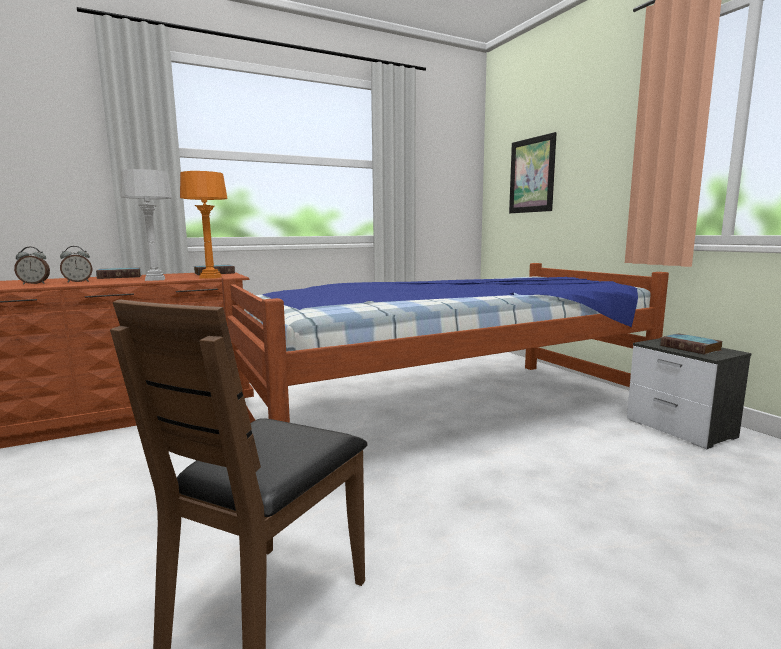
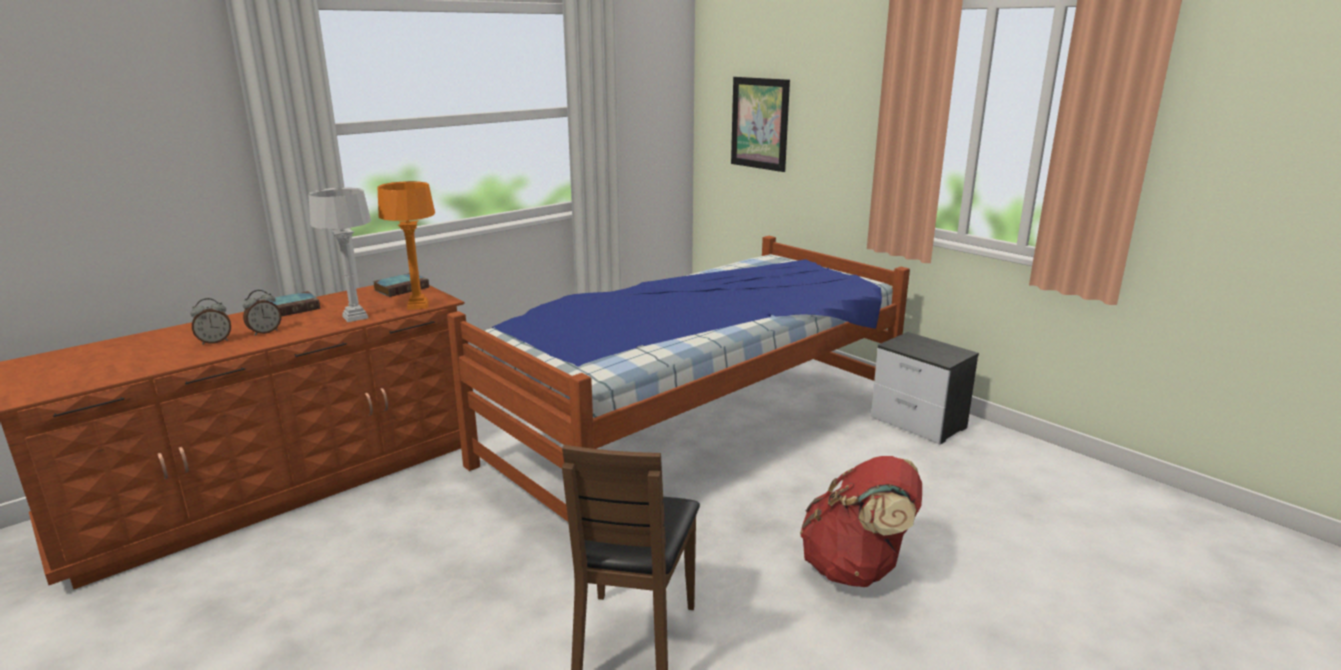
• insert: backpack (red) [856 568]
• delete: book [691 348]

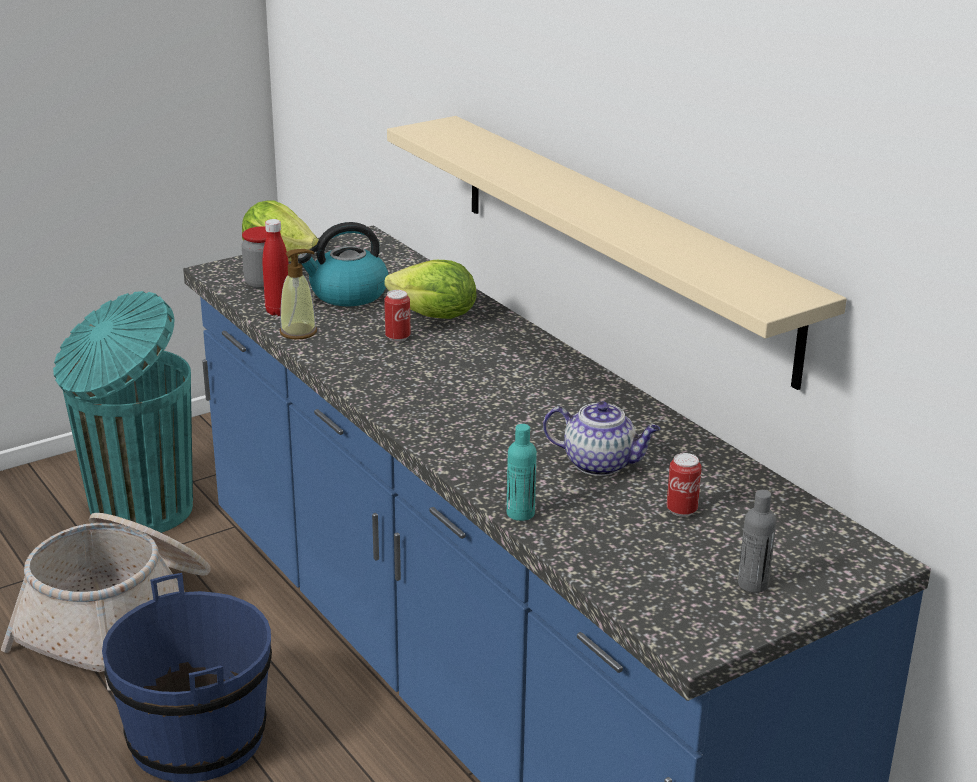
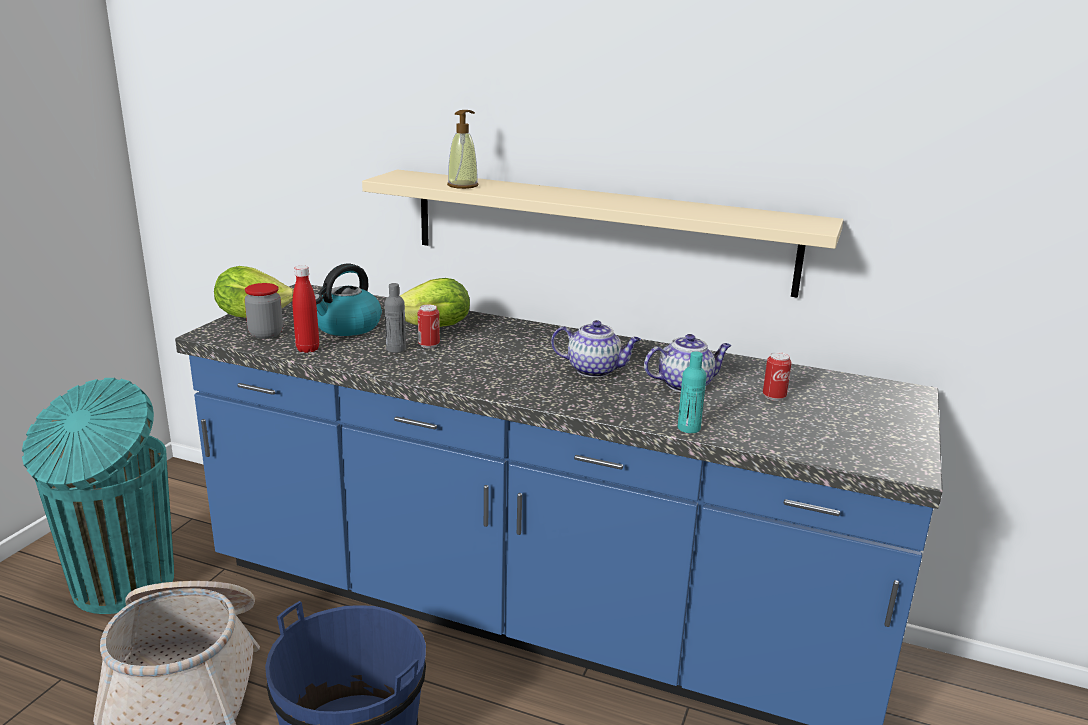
• move: bottle (grey) [753 584] to [396 349]
• move: soap dispenser [299 332] to [463 185]
• insert: teapot [595 370]

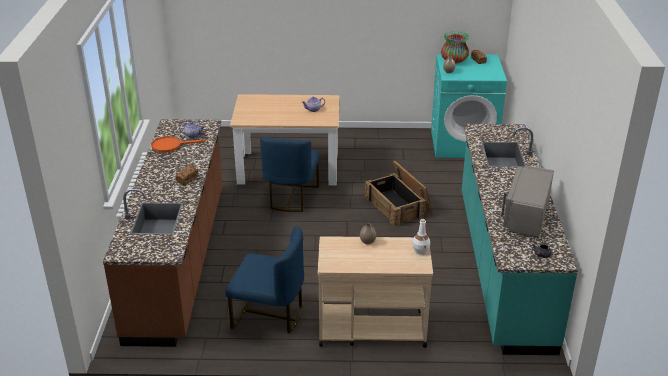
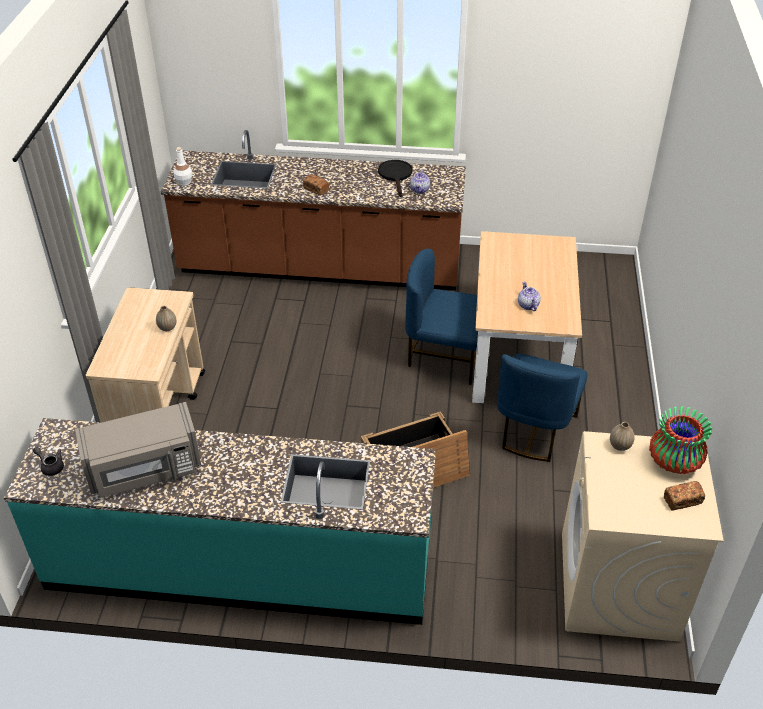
• rotate: microwave (grey) [525 216] = [145 470] 135 degrees clockwise
• move: bottle (white) [420 250] to [184 182]
• recolor: frying pan (orange) [171 146] to frying pan (black) [396 176]
• move: chair (blue) [268 315] to [534 430]
• recolor: washing machine (turquoise) [463 143] to washing machine (beige) [619 586]

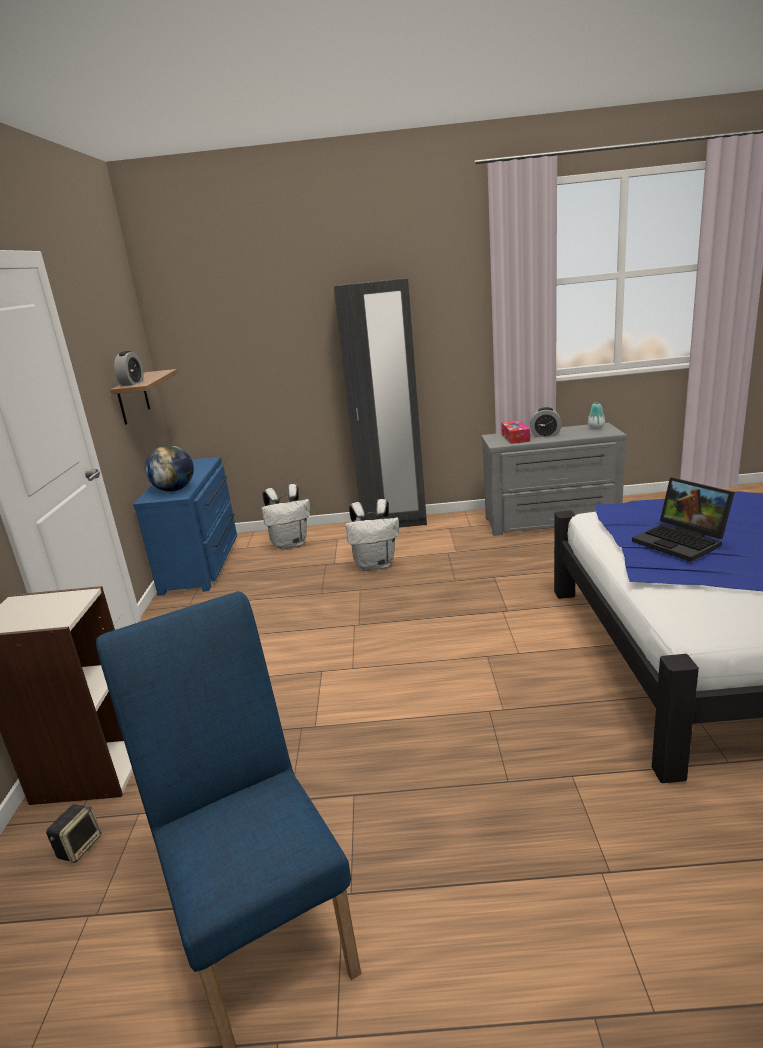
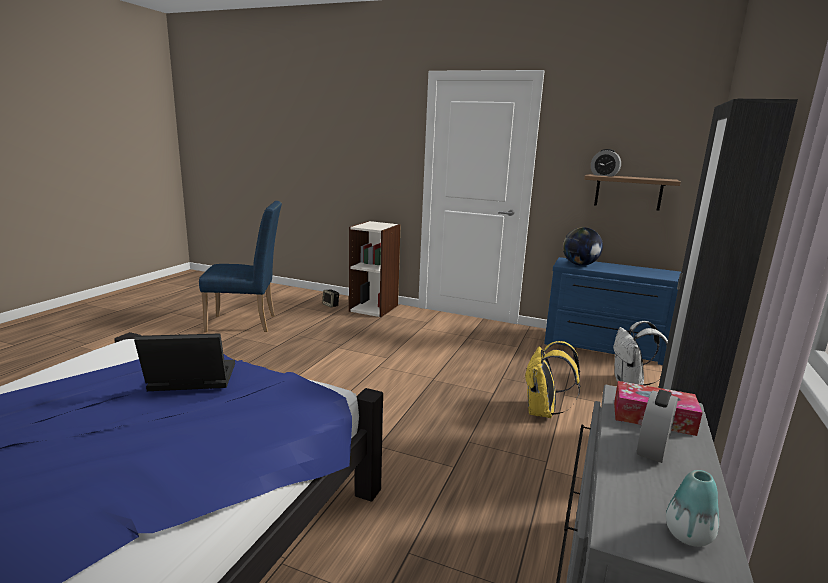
• recolor: backpack (white) [376 565] to backpack (yellow) [543 412]

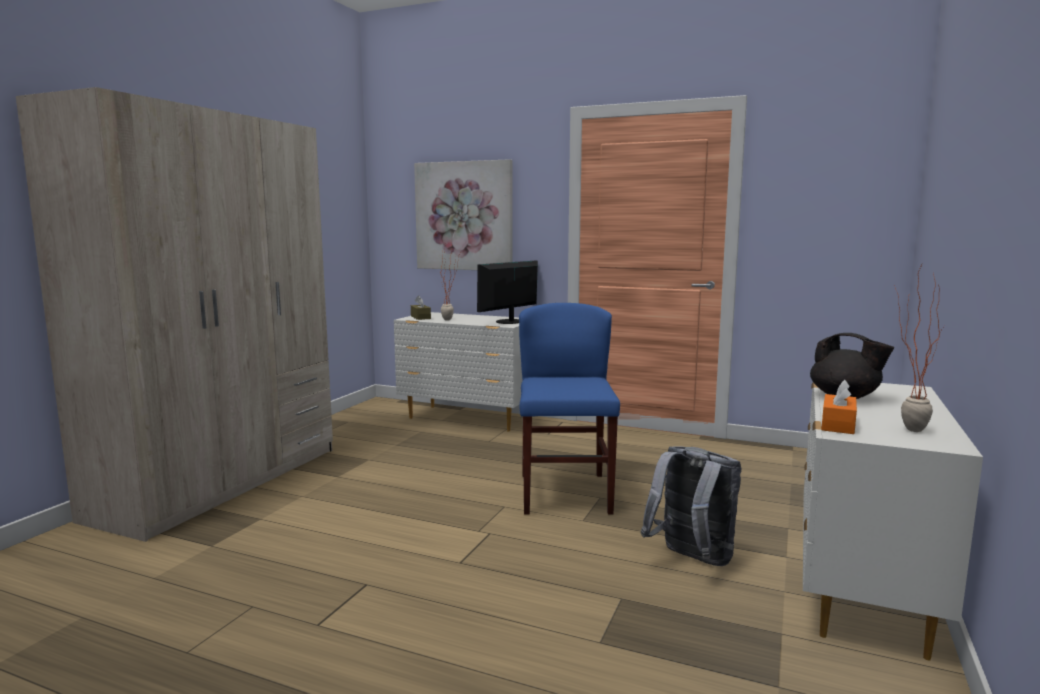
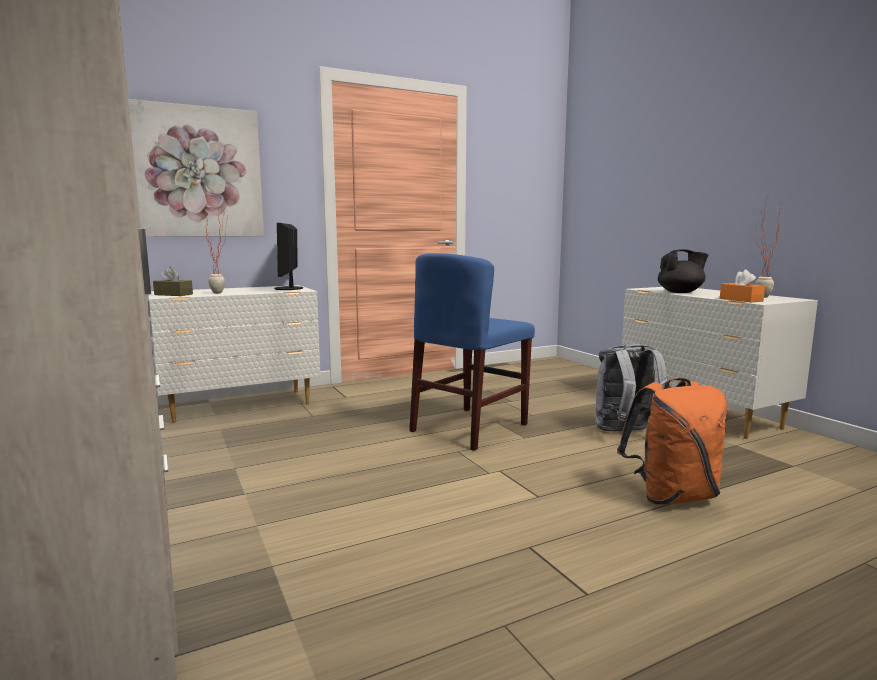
• rotate: chair (blue) [565 493] = [469 427] 90 degrees counterclockwise
• insert: backpack (orange) [671 496]

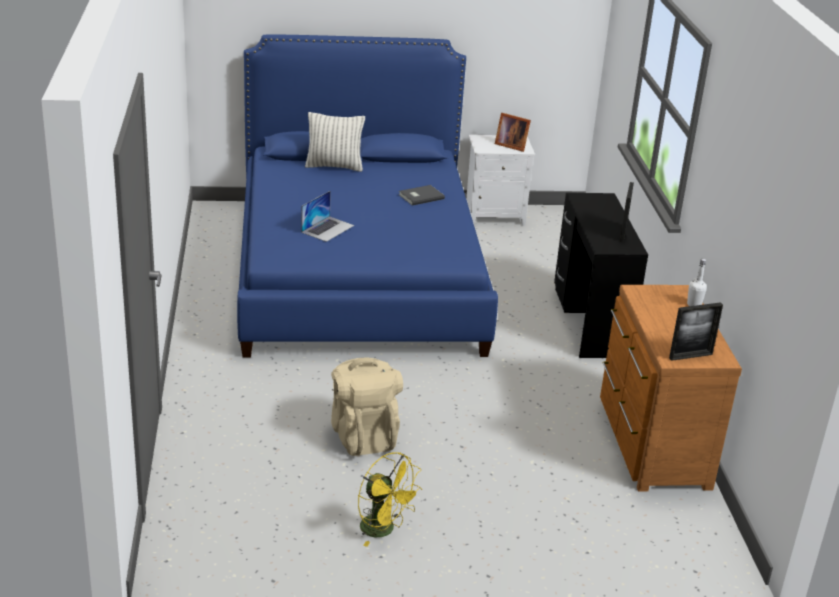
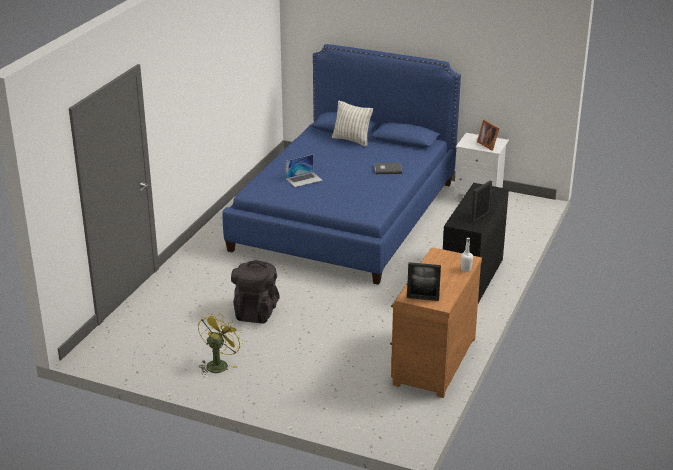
• rotate: fan (yellow) [384 530] = [219 364] 135 degrees counterclockwise
• recolor: backpack (beige) [363 435] to backpack (black) [256 311]

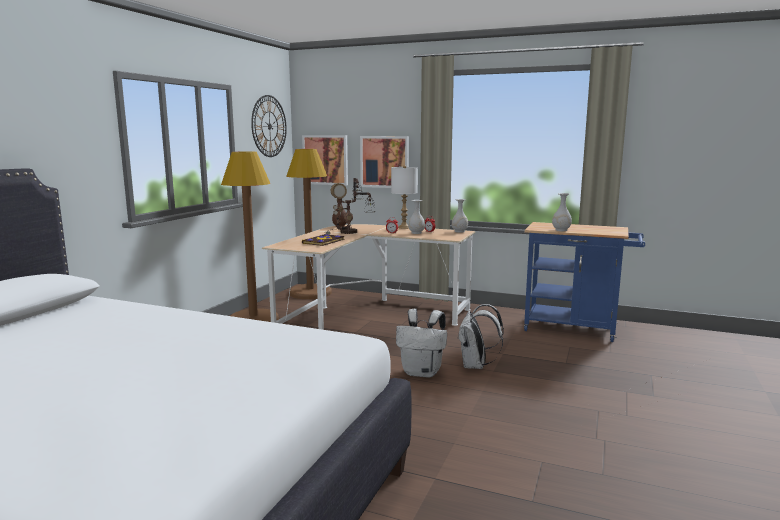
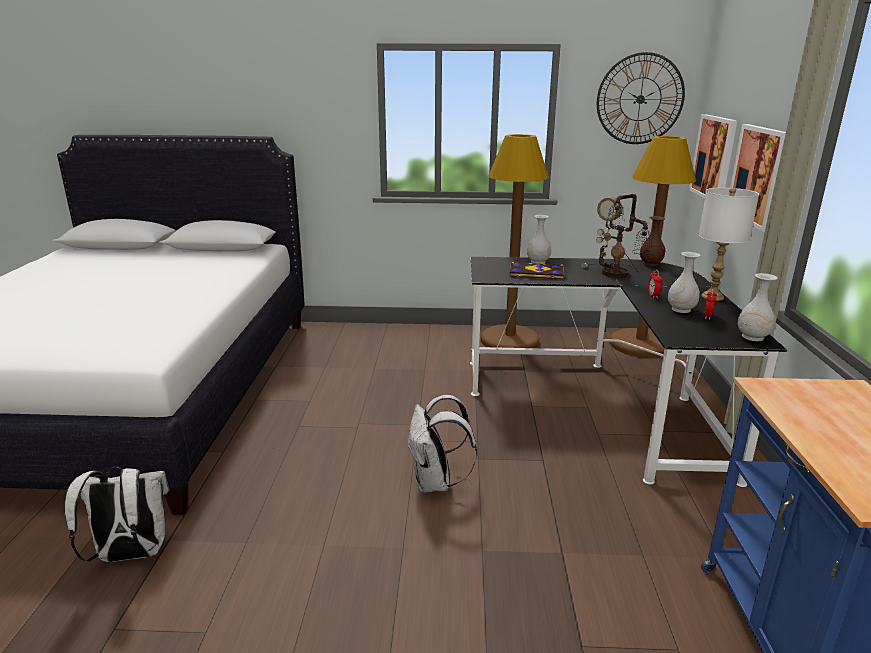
• move: backpack (white) [476 366] to [130 555]
• recolor: desk (beige) [369 315] to desk (black) [604 401]
• move: vase (white) [561 230] to [538 262]

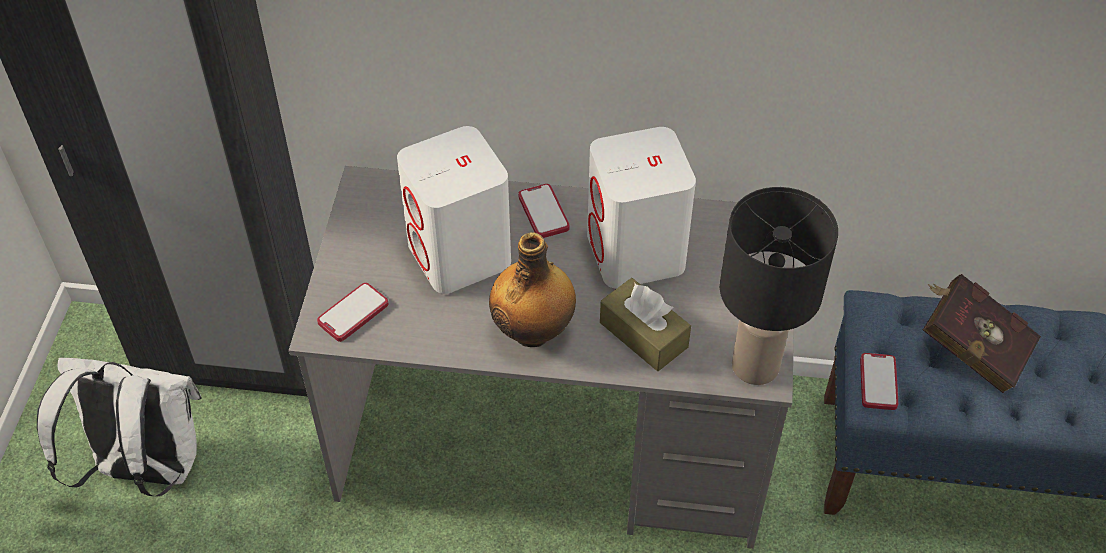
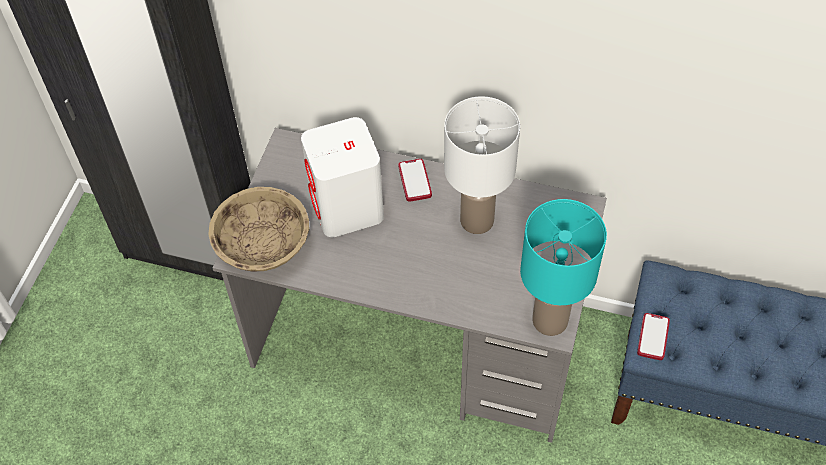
• replace: phone [353 313] to bowl (beige) [262 244]
• replace: speaker (white) [636 253] to table lamp (white) [478 221]
• recolor: table lamp (black) [757 365] to table lamp (turquoise) [551 320]
• delete: backpack (white) [146 469]
• delete: bottle [534 330]
• delete: tissue box (brown) [643 335]
• delete: book (red) [970 347]

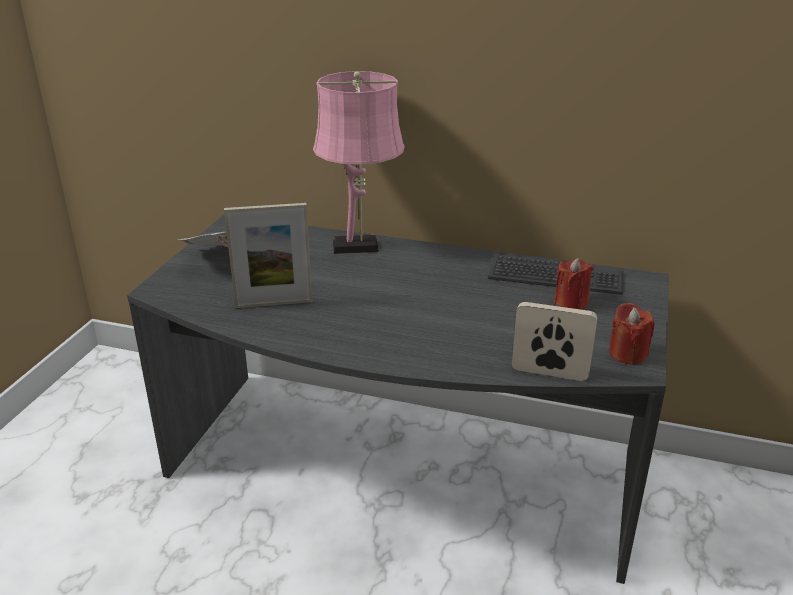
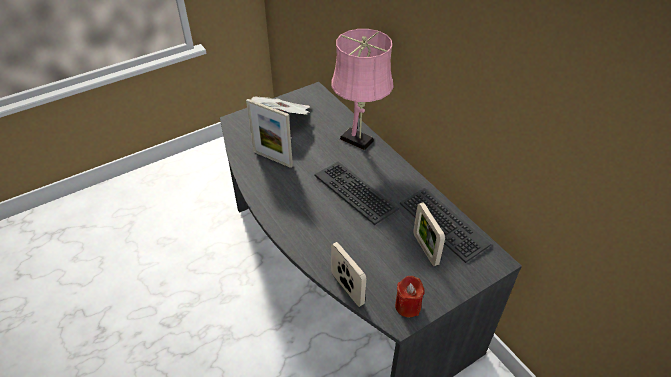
• insert: keyboard [355 192]
• replace: candle (red) [571 302] to picture frame [425 249]

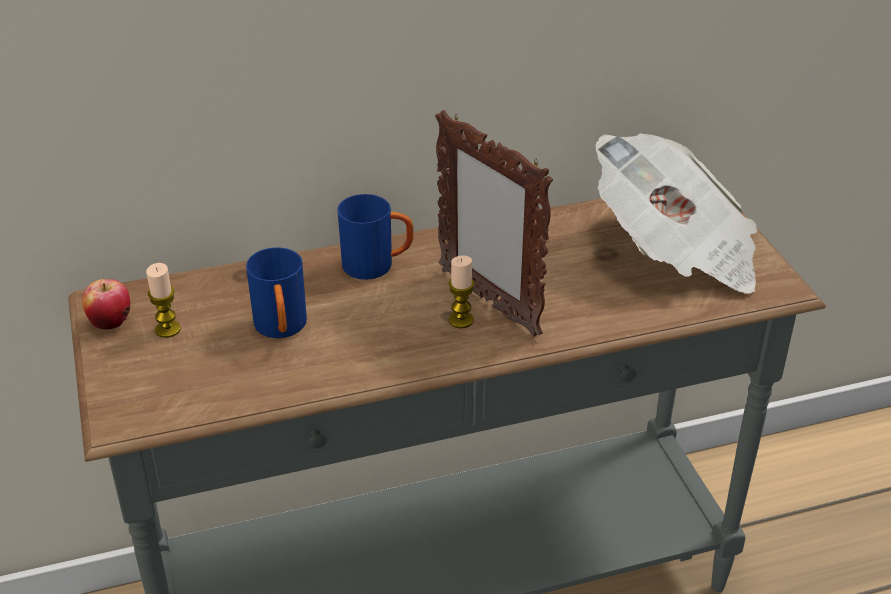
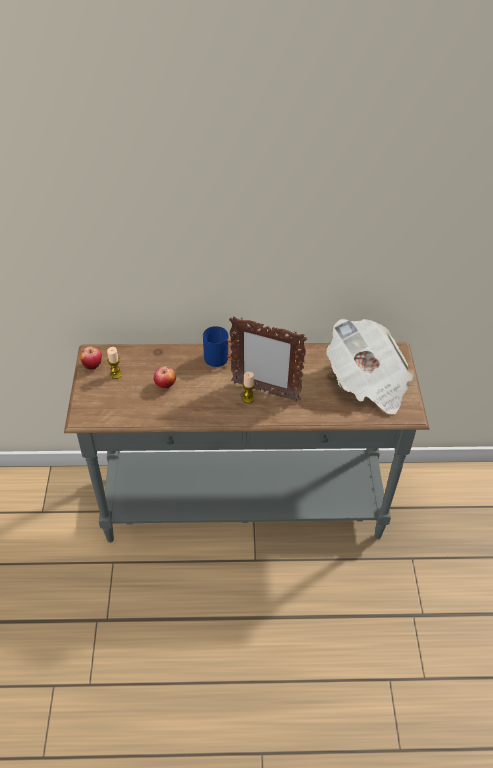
• replace: mug (blue) [282 330] to apple [165 386]
• rotate: picture frame [488 302] = [264 391] 45 degrees counterclockwise

